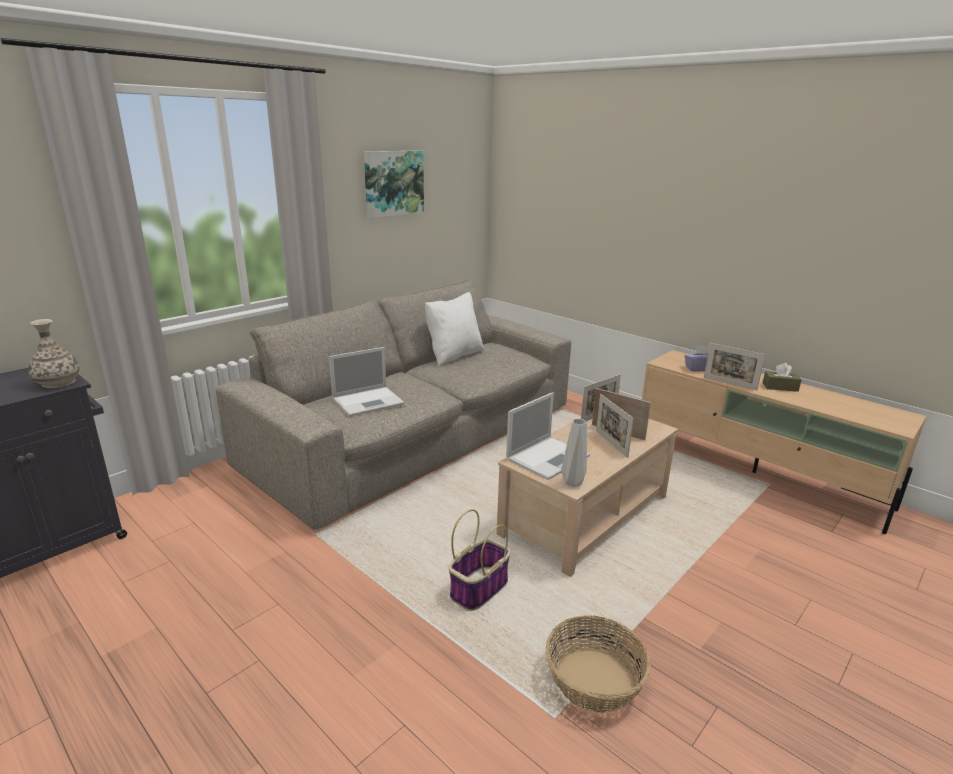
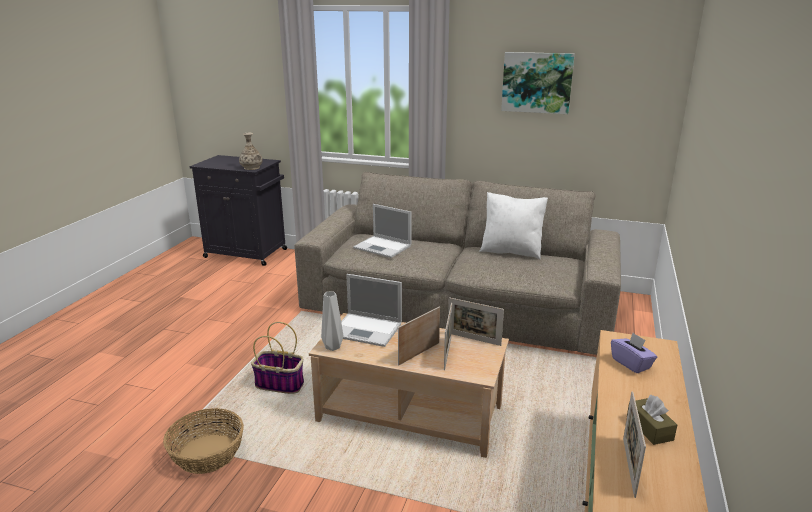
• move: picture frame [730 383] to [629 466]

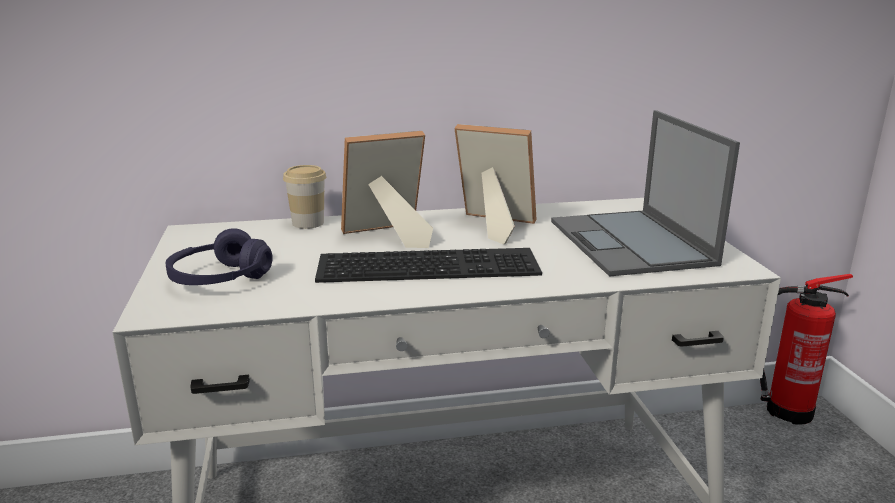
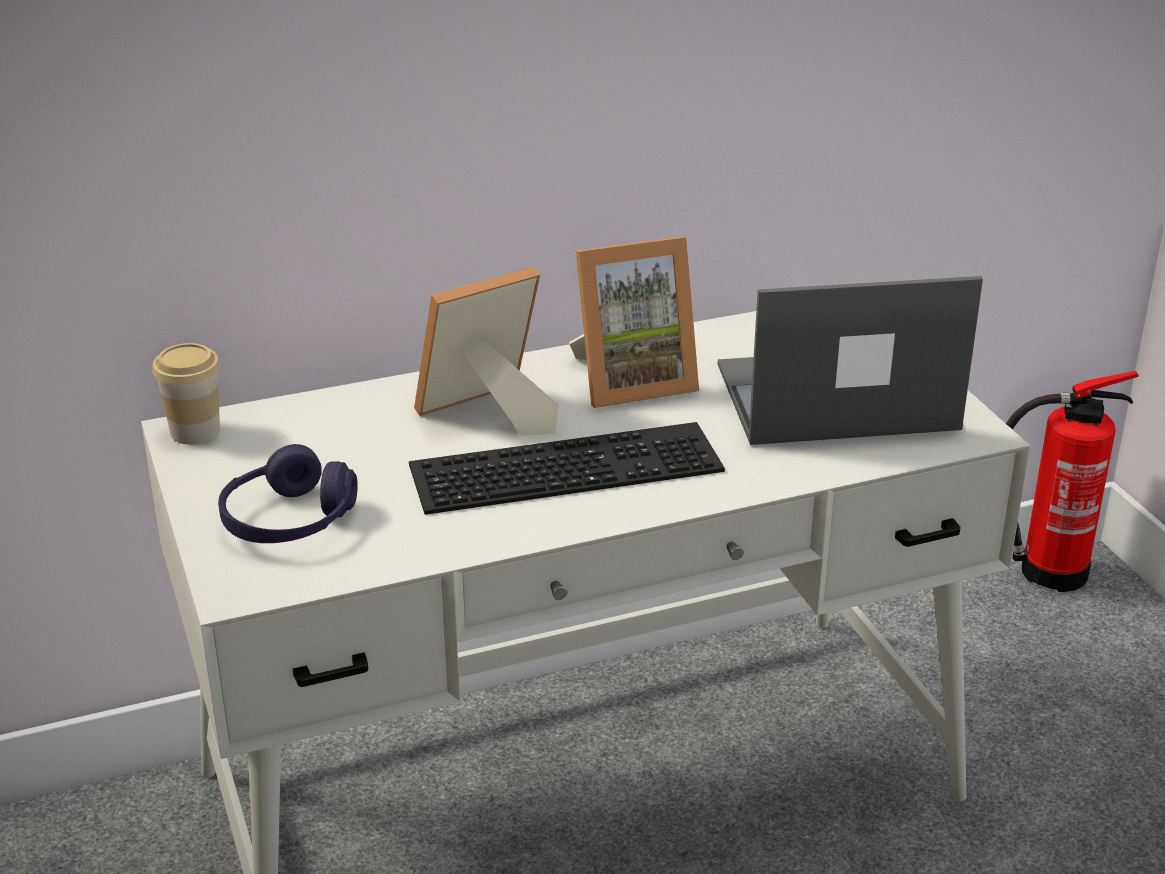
• move: cup [308 223] to [195 431]
• rotate: picture frame [492 226] = [631 380] 150 degrees clockwise
• rotate: laptop [631 243] = [833 398] 105 degrees clockwise

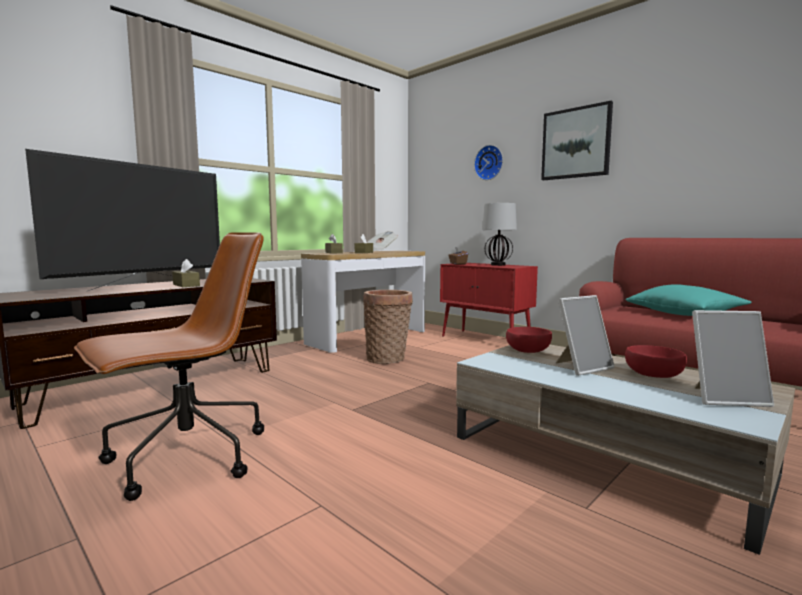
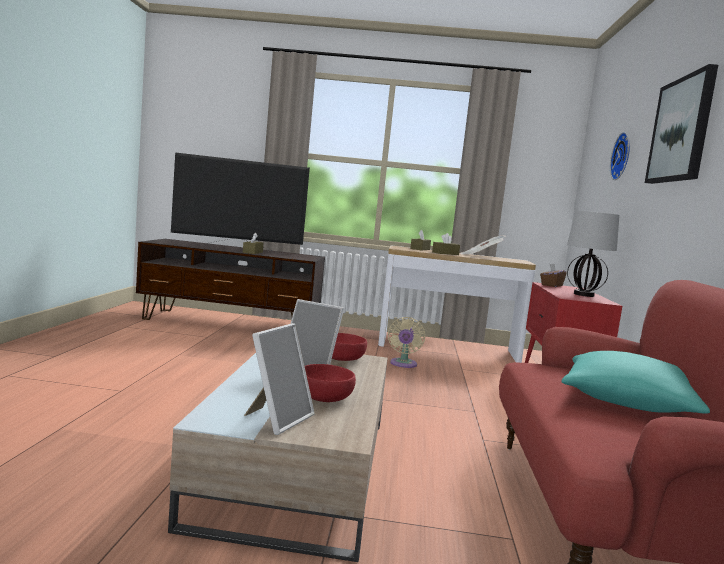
• rotate: picture frame [725 398] = [277 419] 120 degrees counterclockwise
• replace: basket [388 358] to fan (beige) [403 364]
• delete: office chair (brown) [185 458]

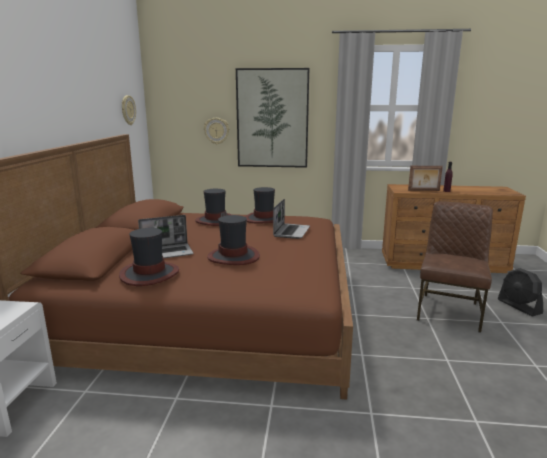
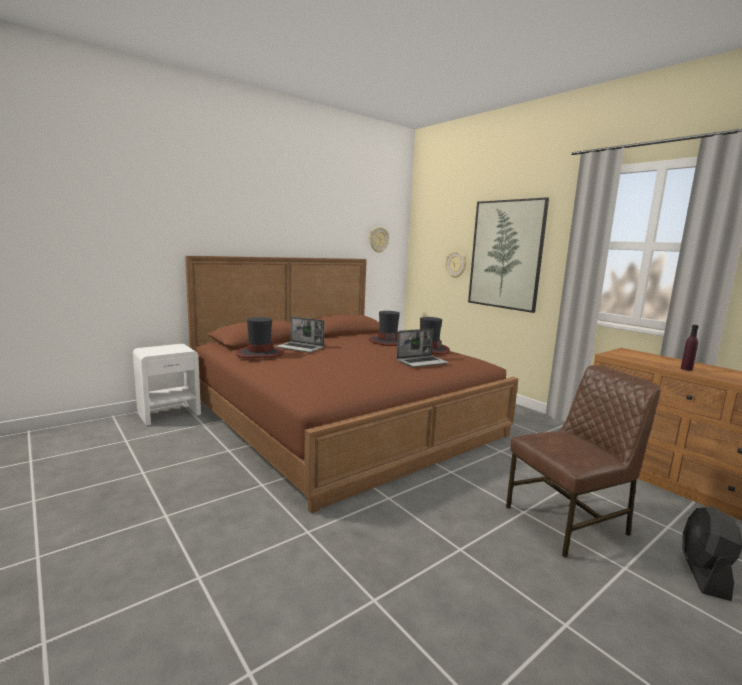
• delete: hat [234 256]
• delete: picture frame [424 190]

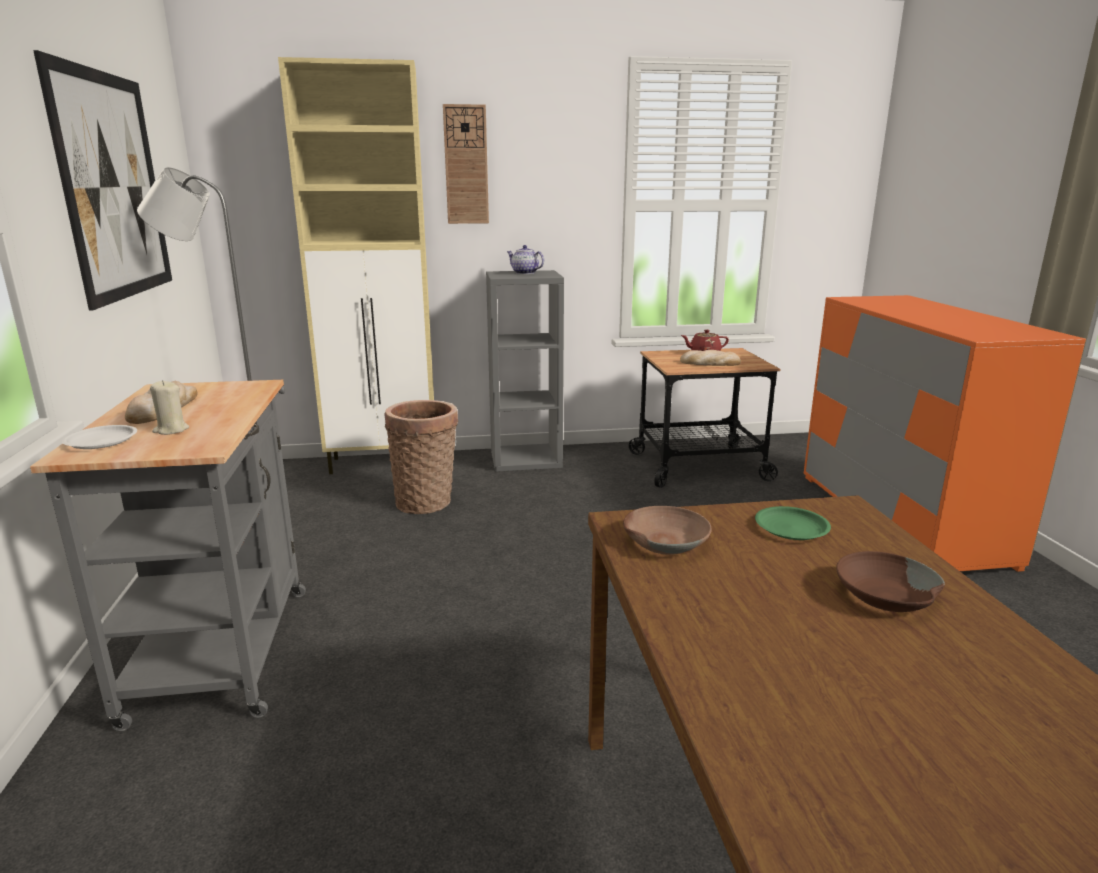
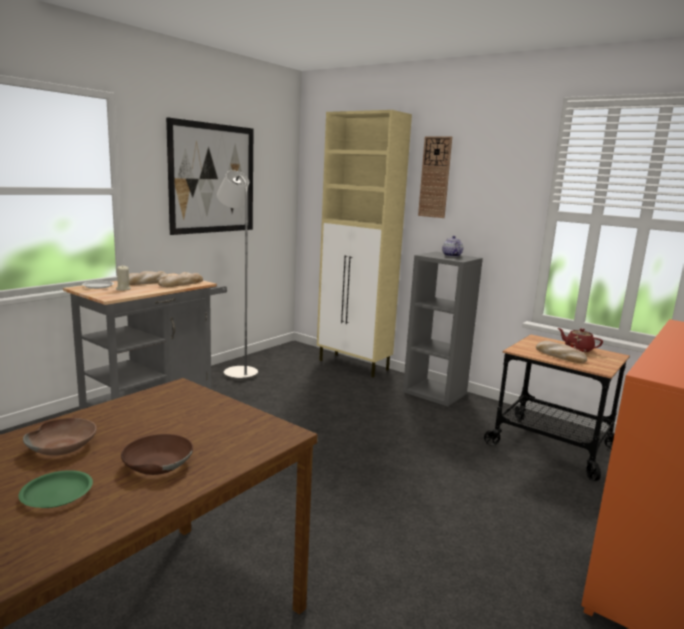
• move: plate (green) [791 528] to [56 493]
• move: bowl (brown) [665 541] to [63 445]
• insert: bread [181 283]
• delete: basket [426 501]

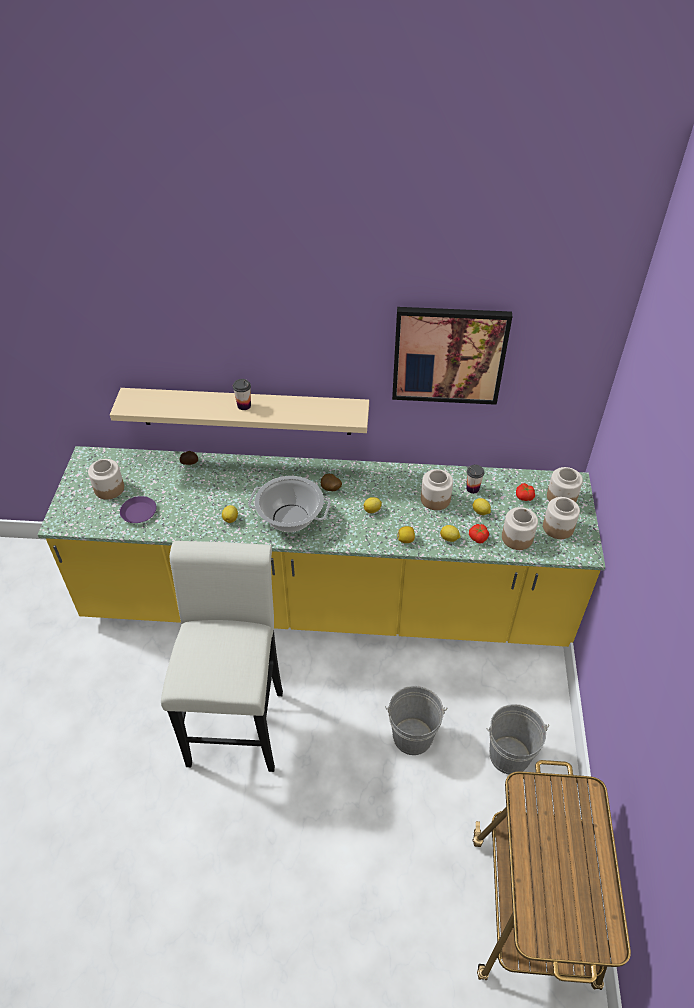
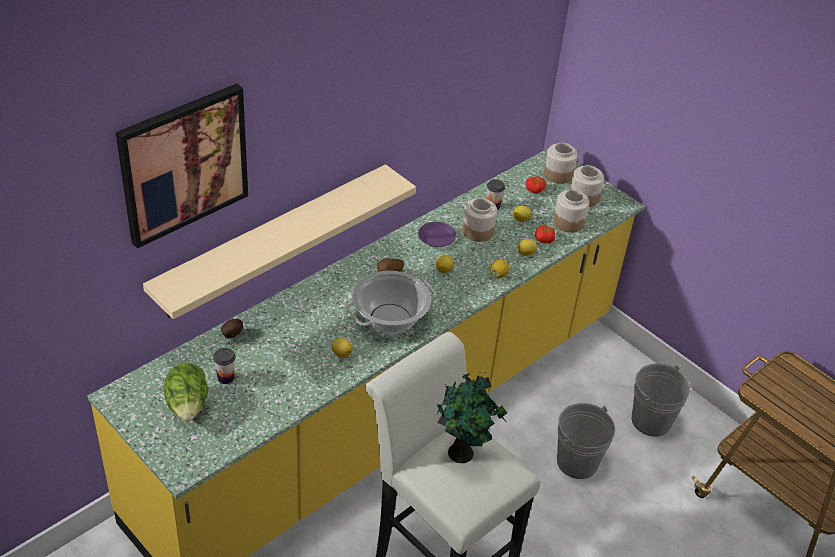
• move: picture [449 355] to [183 164]
• replace: jar [109 488] to lettuce [188 406]
• move: cup [244 405] to [225 378]
• move: plate (purple) [139 512] to [437 238]
• insert: potted plant [463 453]

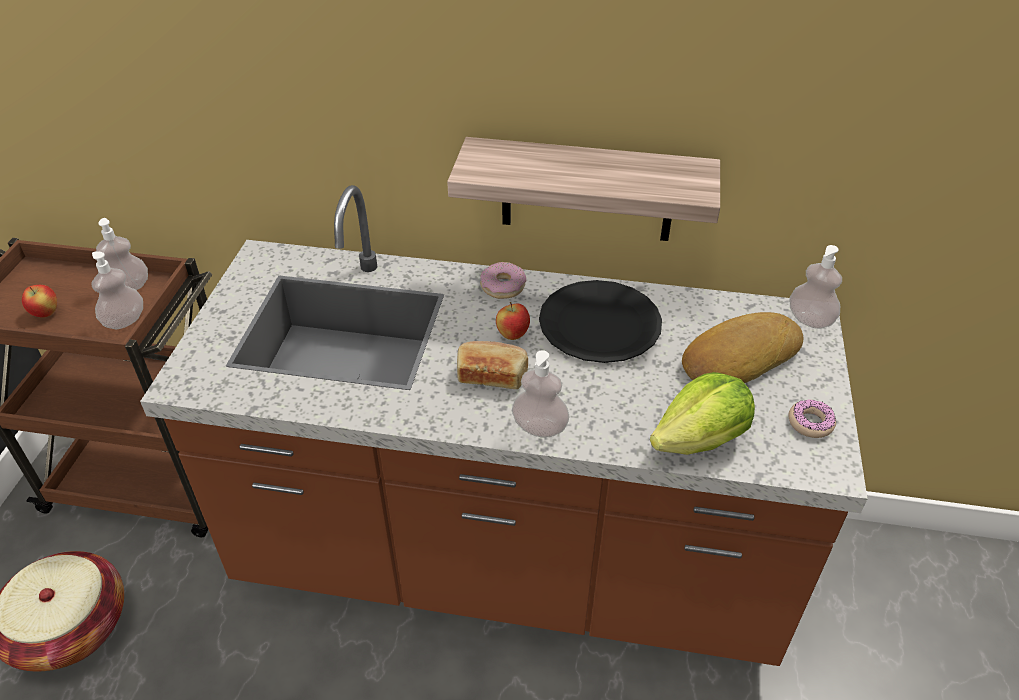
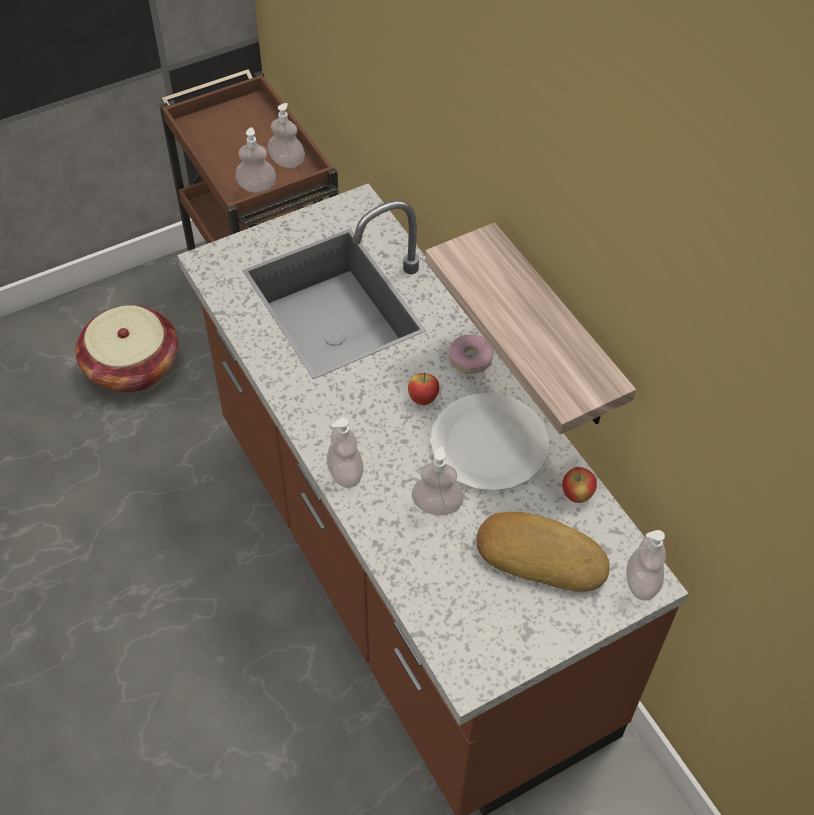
• insert: soap dispenser [437 506]
• recolor: plate (black) [600 324] to plate (white) [489 444]
• move: apple [46 313] to [577 495]
• delete: bread [492 375]
• delete: lettuce [701 440]
• delete: donut [810 423]

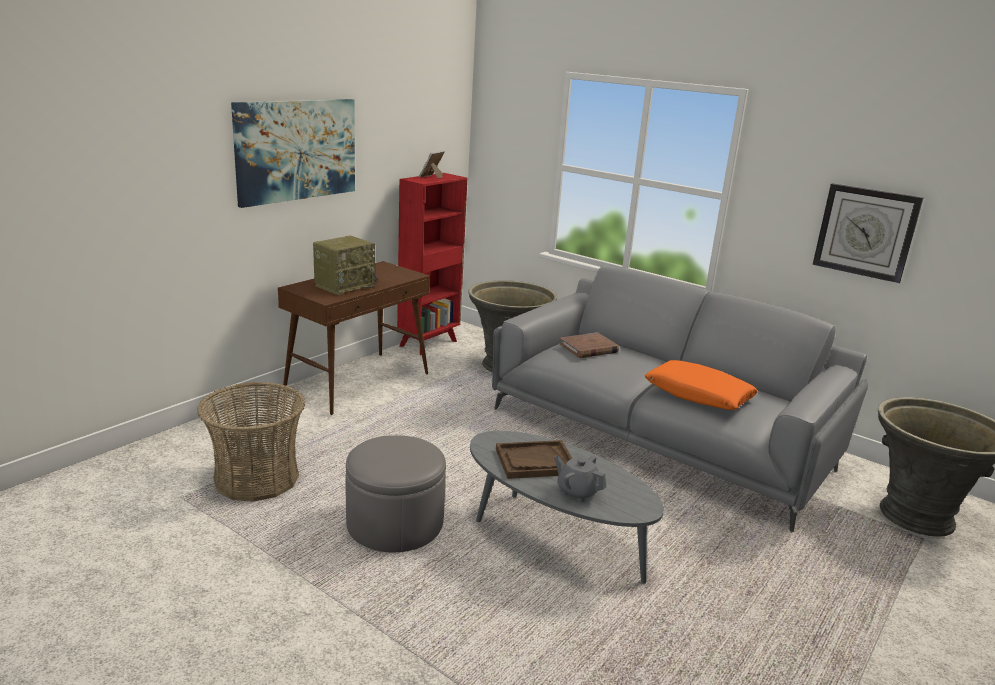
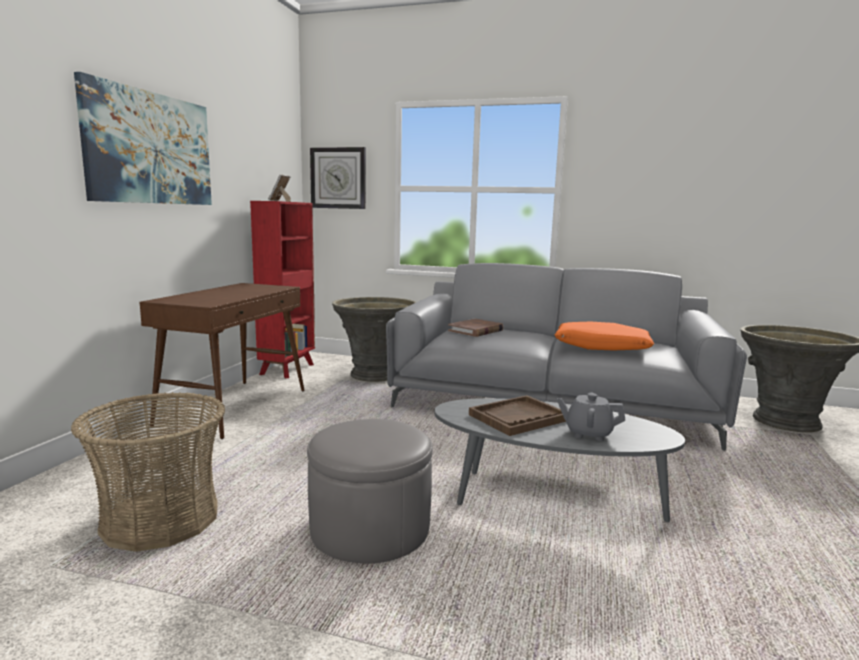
• move: wall clock [865 232] to [338 178]
• delete: radio [345 285]

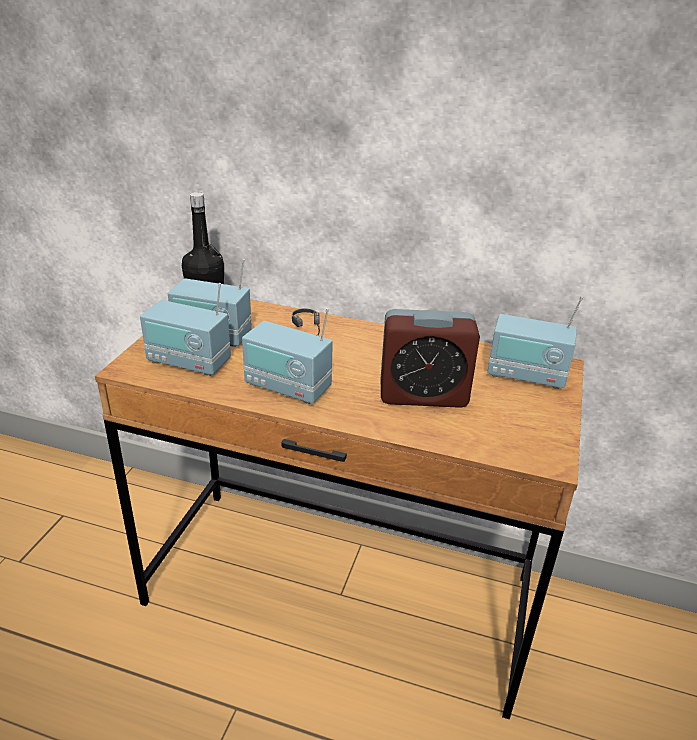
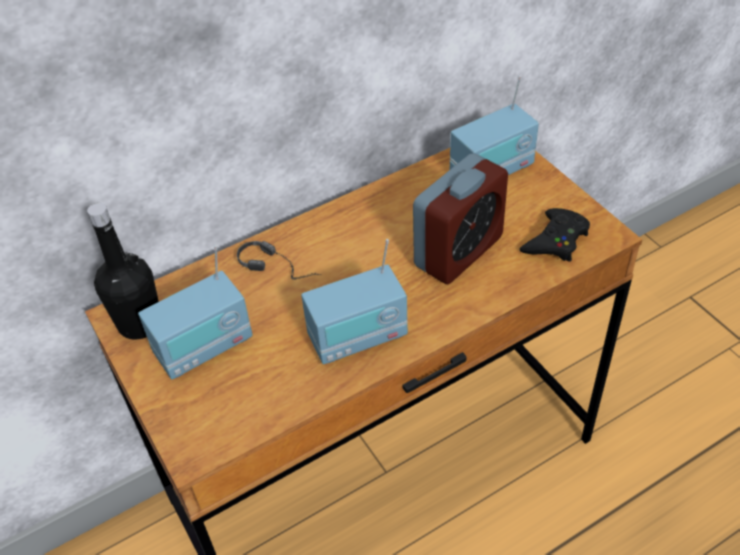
• insert: game controller (black) [556 240]
• delete: radio [188 362]

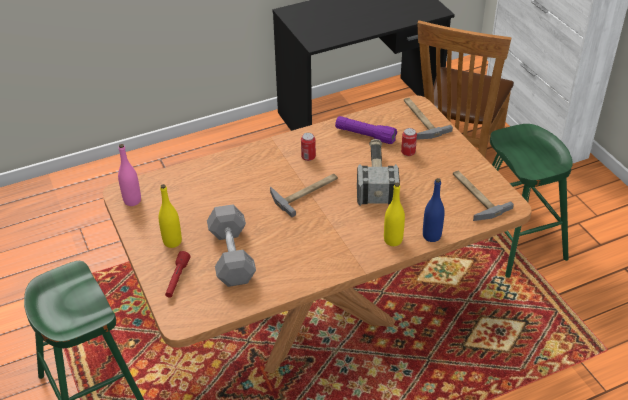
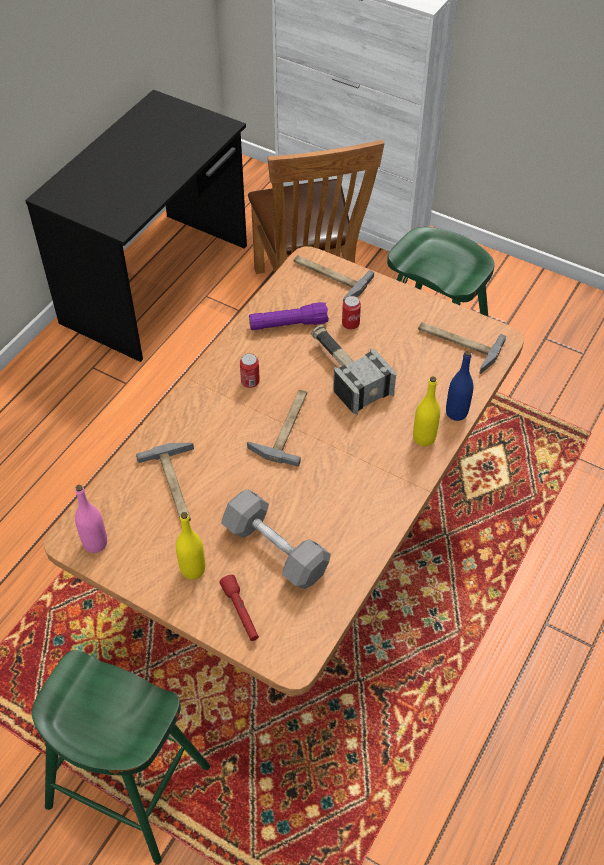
• insert: hammer [176 485]

